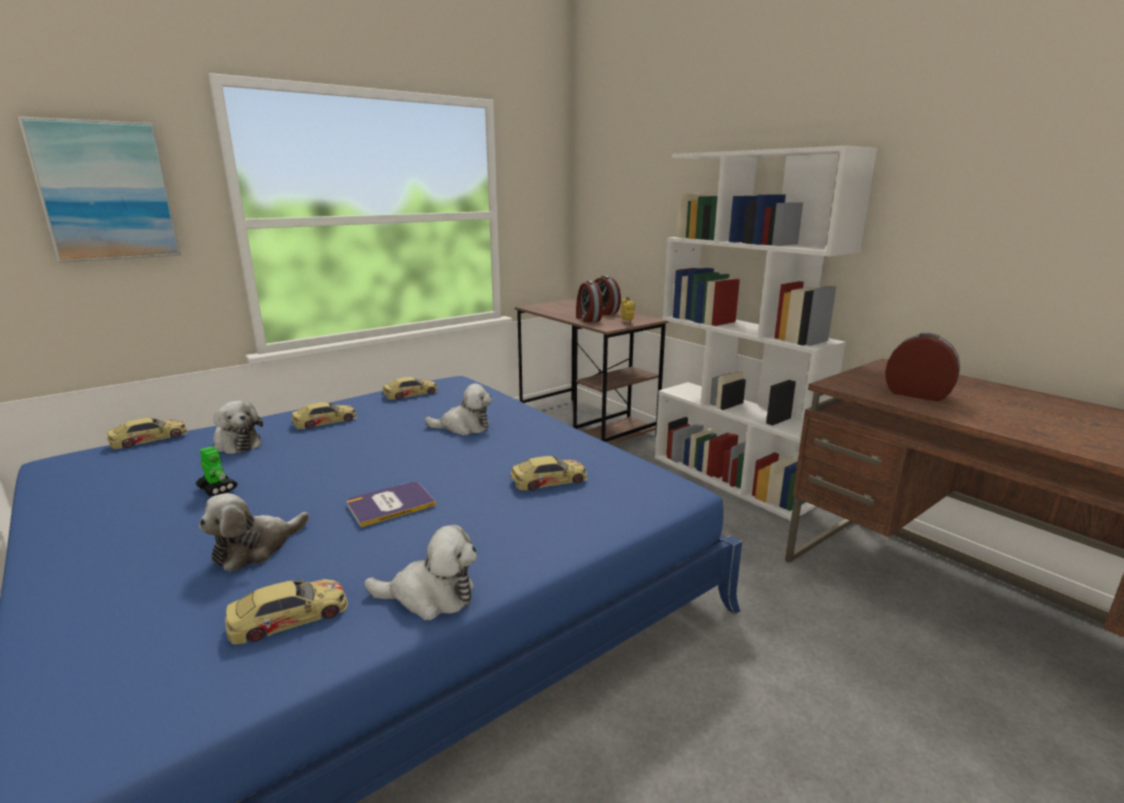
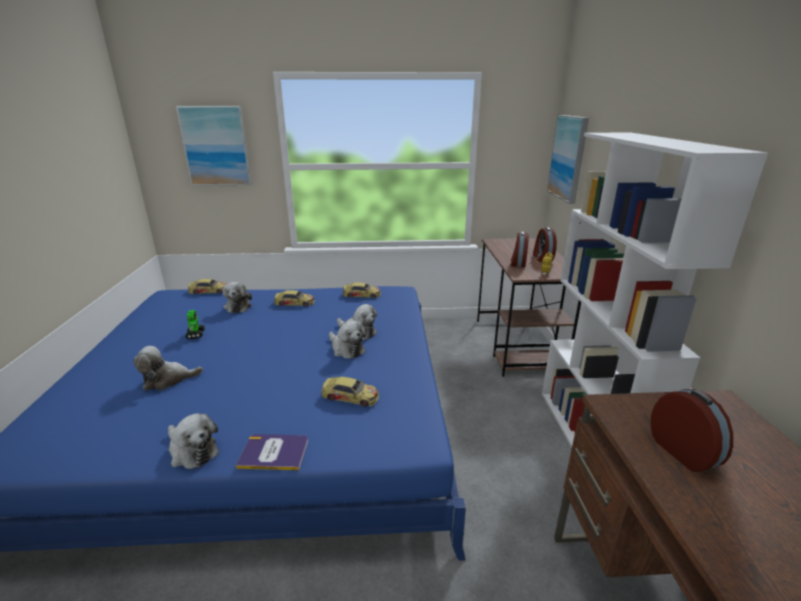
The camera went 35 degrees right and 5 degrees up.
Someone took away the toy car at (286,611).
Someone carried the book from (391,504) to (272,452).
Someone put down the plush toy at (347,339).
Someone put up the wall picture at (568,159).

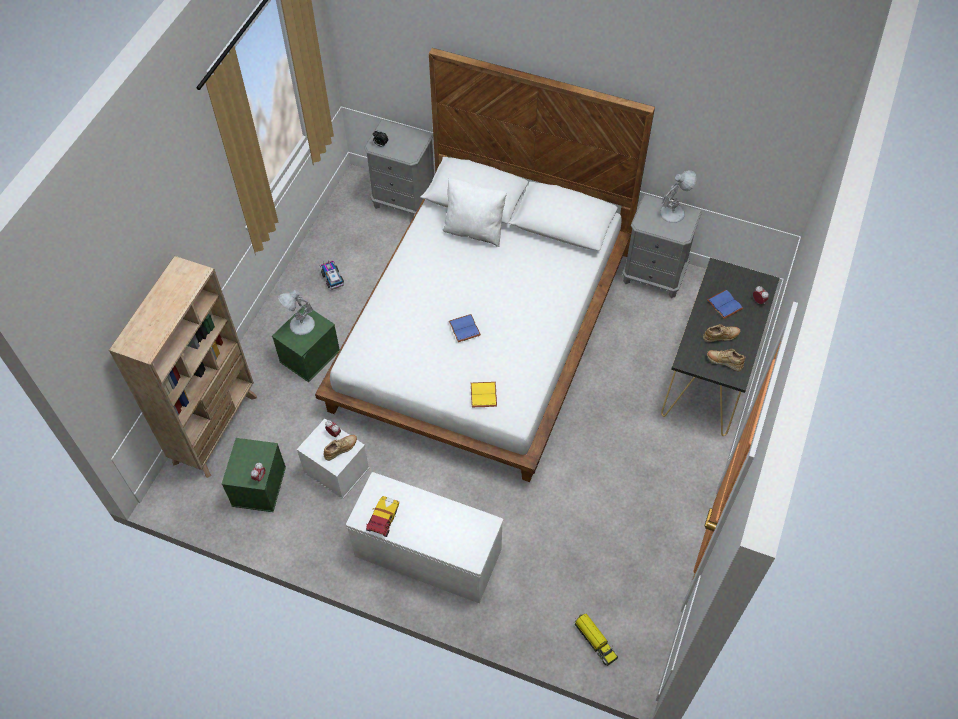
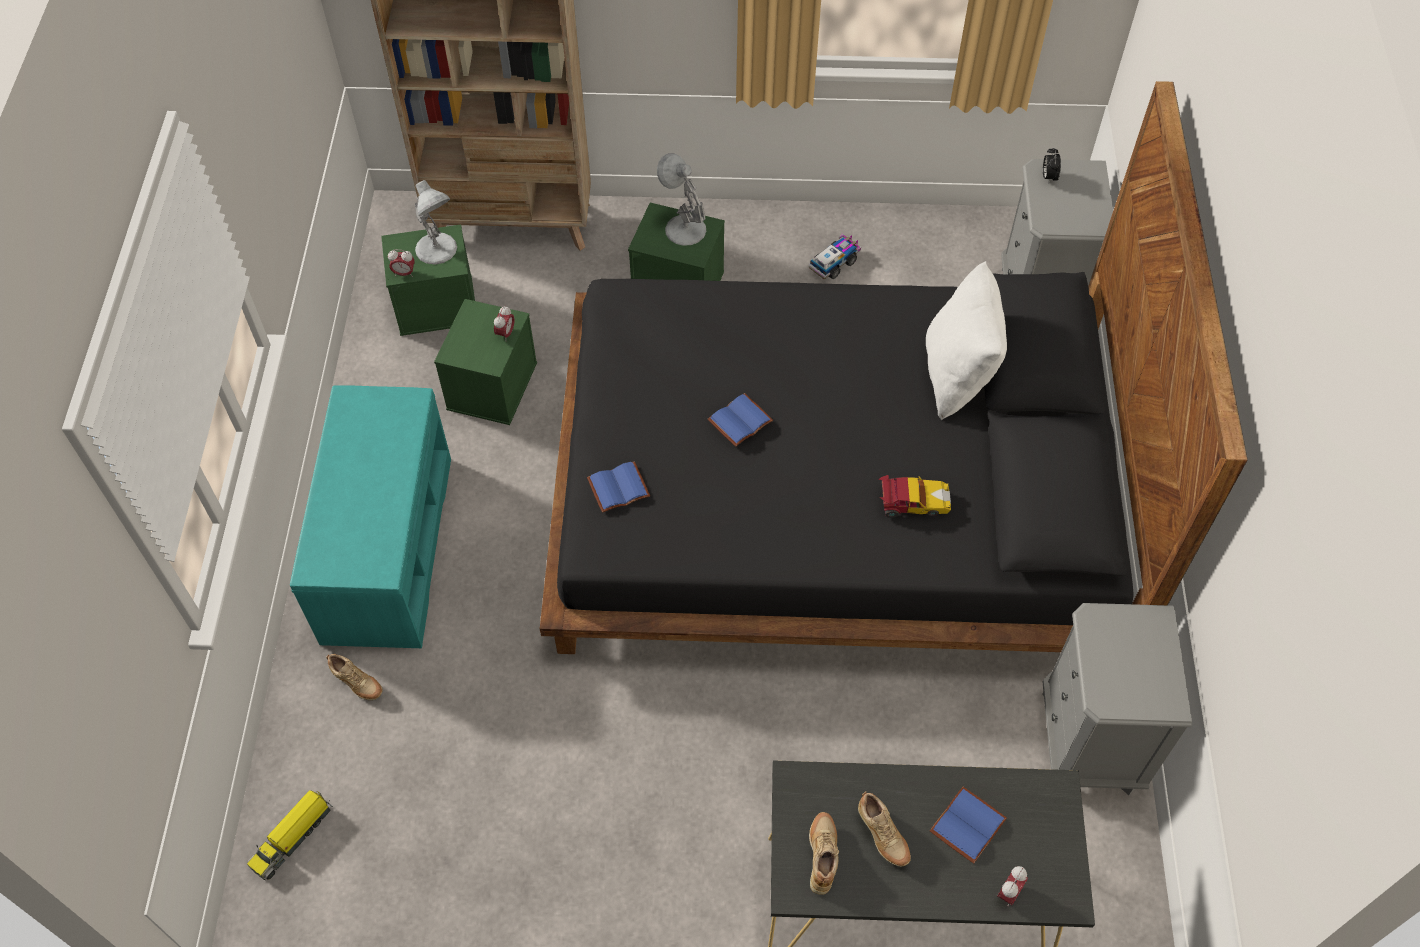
The camera went 70 degrees right and 0 degrees up.
Someone repainted the storage bin (white-coloured) at (333,459), which became the storage bin (greenish) at (485,362).
Someone repainted the bedroom bed (white-coloured) at (485,265), which became the bedroom bed (black-coloured) at (894,367).
Someone carried the item of footwear (beige-coloured) from (340,448) to (354,677).
Someone repainted the long seat (white-coloured) at (424,538), which became the long seat (turquoise) at (370,516).
Someone carried the toy car from (382,516) to (914,496).
Someone repainted the book (yellowish) at (484,394), which became the book (blue-coloured) at (618,487).
Someone carried the tabletop lamp (white-coloured) from (678,196) to (436,222).

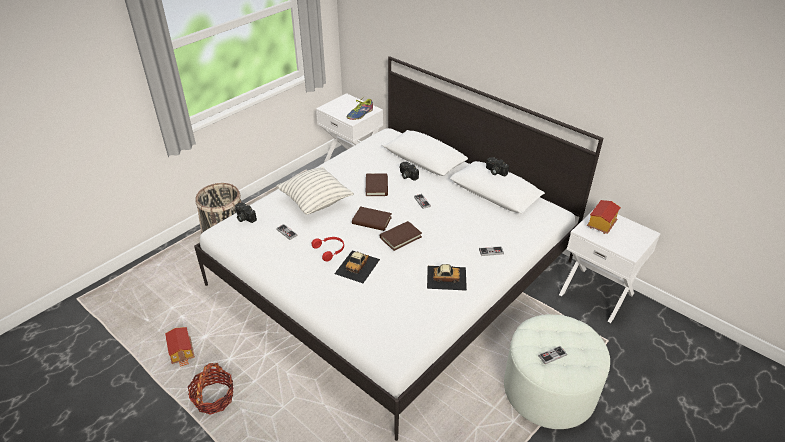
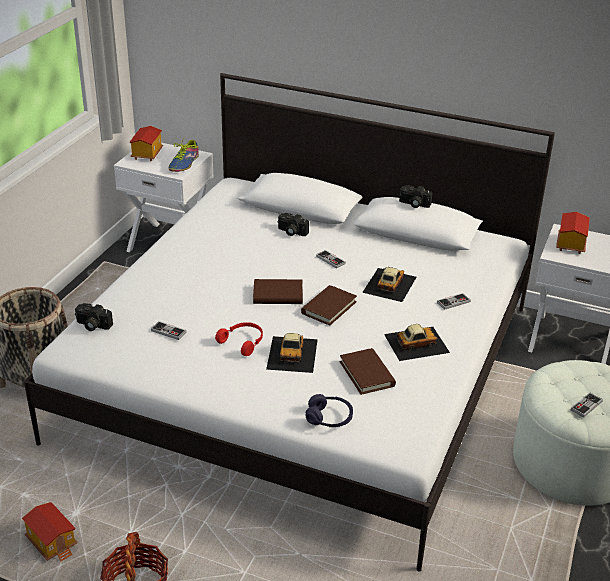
The camera went 20 degrees left and 5 degrees down.
Someone took away the pillow at (315,191).
Someone carried the book (brownish) from (377,184) to (368,371).
Someone put down the model house at (146,143).
Someone put down the headset (purplish) at (329,410).
Someone put down the toy car at (389,284).

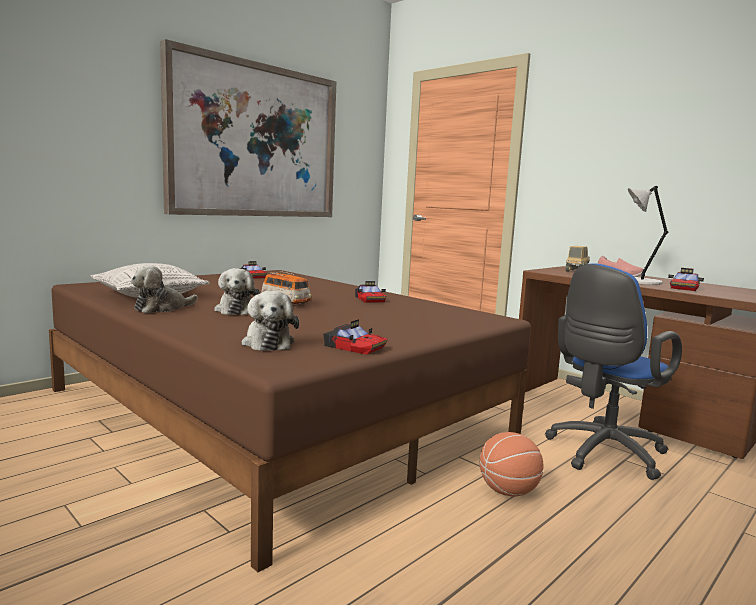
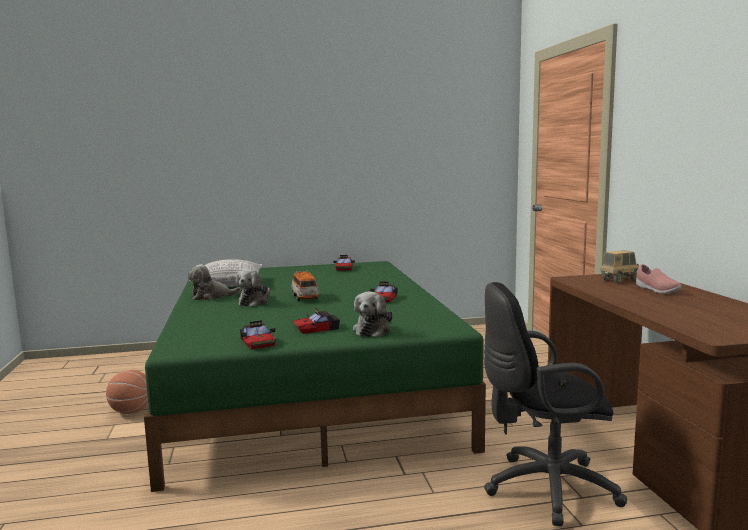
The camera went 35 degrees right and 0 degrees up.
Someone repainted the bedroom bed (brownish) at (290,421), which became the bedroom bed (greenish) at (315,376).
Someone took away the wall picture at (248,128).
Someone carried the plush toy from (270,321) to (373,314).
Someone carried the basketball ball from (511,464) to (127,392).
Someone repainted the office chair (blue-coloured) at (613,371), which became the office chair (black-coloured) at (555,404).
Someone took away the tabletop lamp (greyish) at (648,235).
Someone carried the toy car from (686,279) to (316,321).

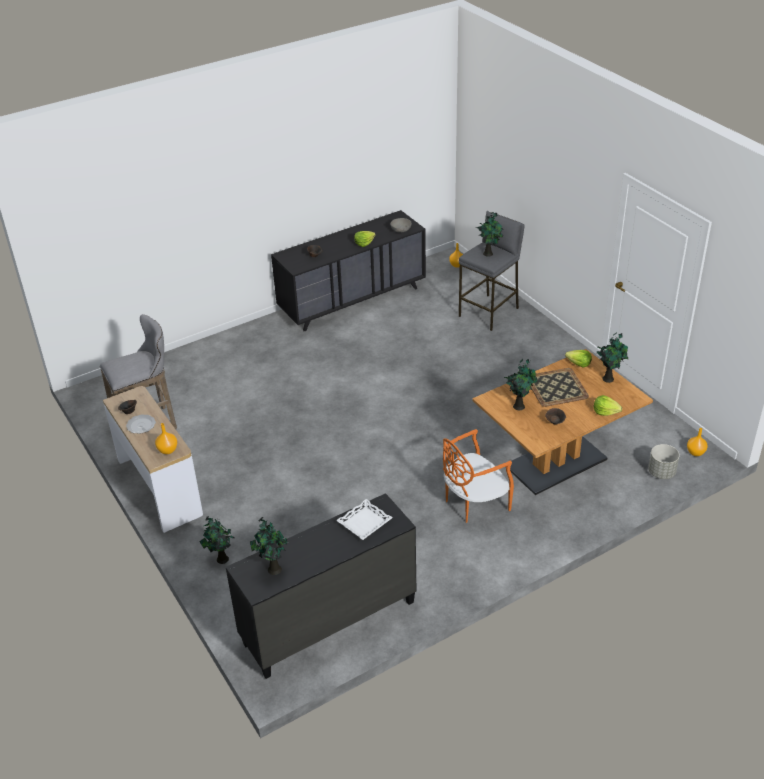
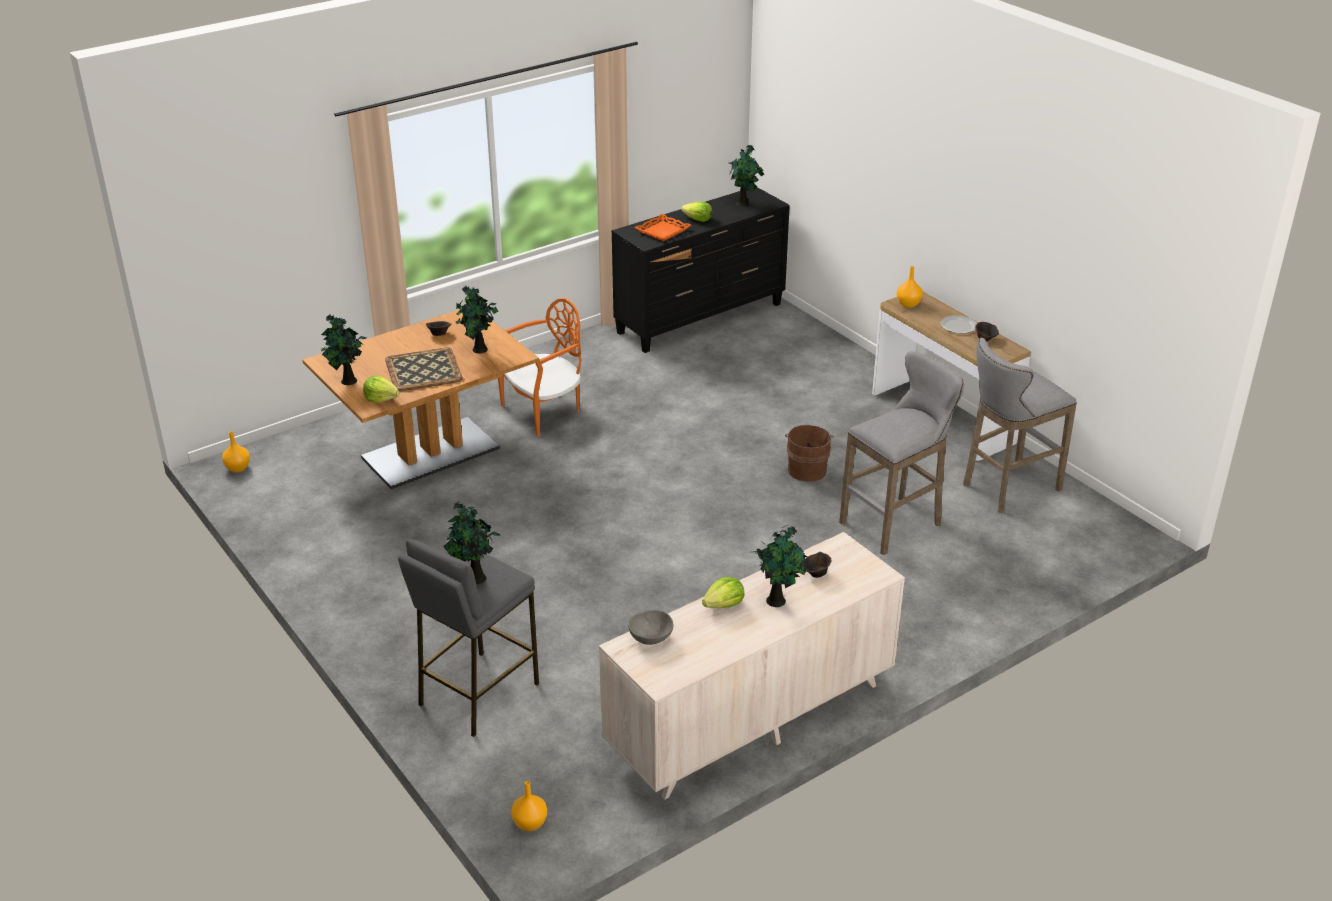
The camera went 175 degrees right and 5 degrees down.
Someone carried the plant in a pot from (217,540) to (780,566).
Someone repainted the drawer chest (black-coloured) at (348,270), which became the drawer chest (beige-coloured) at (752,666).
Someone repainted the tray (white-coloured) at (364,519), which became the tray (orange-coloured) at (663,227).
Someone carried the head of lettuce from (608,405) to (696,212).
Someone took away the planter (greyish) at (664,461).
Someone put down the pail (brownish) at (809,453).
Someone put down the sitting stool (greyish) at (901,453).

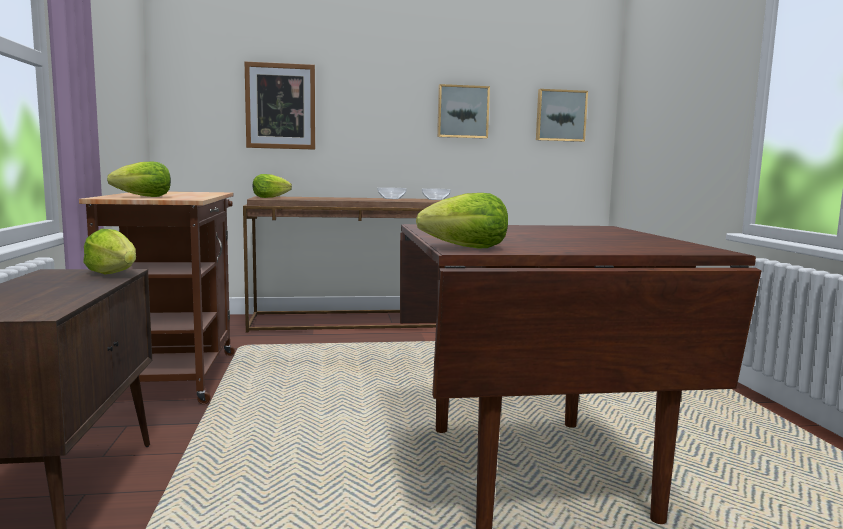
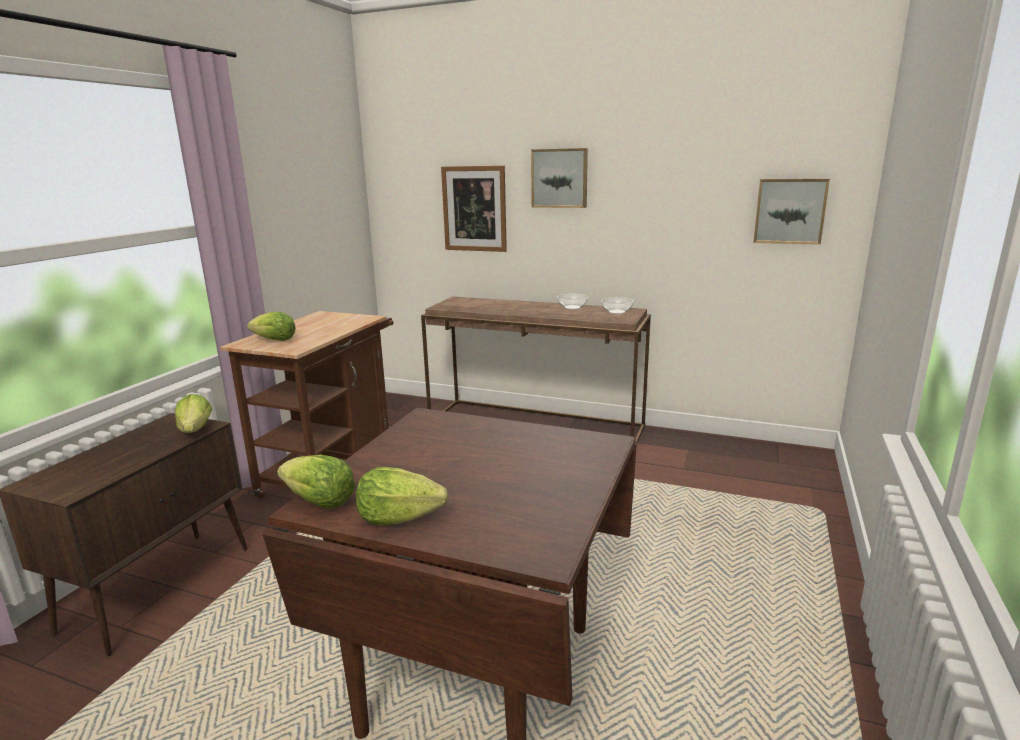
The camera went 30 degrees right and 10 degrees up.
Someone carried the head of lettuce from (272,186) to (402,496).
Someone carried the wall picture from (463,111) to (559,178).

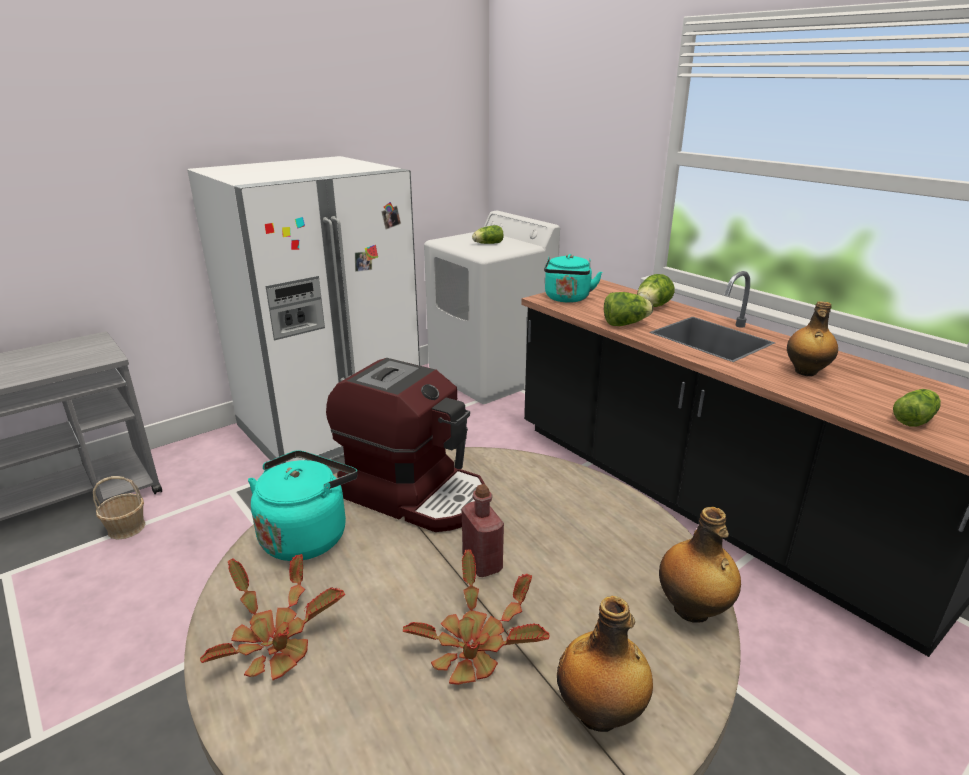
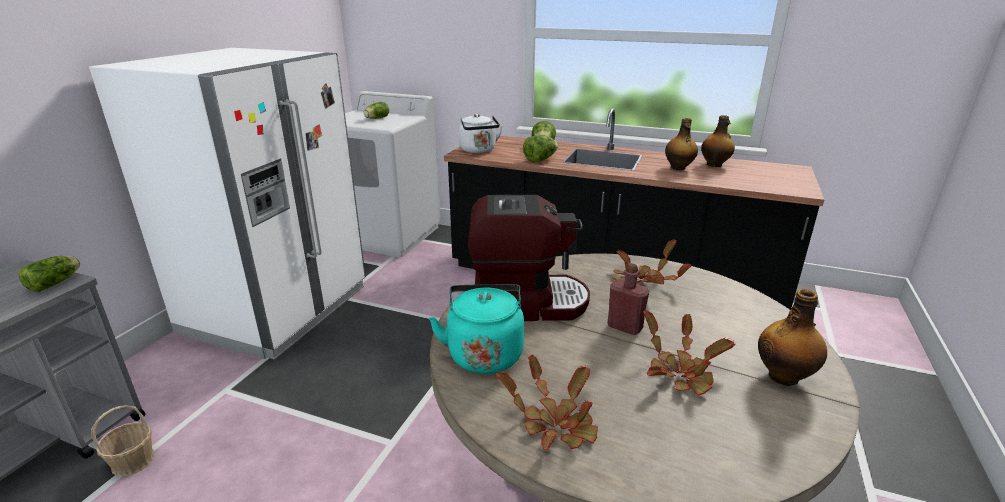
The camera went 30 degrees left and 0 degrees up.
Someone repainted the tea kettle (turquoise) at (573,278), which became the tea kettle (white-coloured) at (481,133).
Someone carried the bottle from (700,565) to (718,141).
Someone carried the head of lettuce from (917,408) to (49,274).
Someone put down the plant in a pot at (652,261).

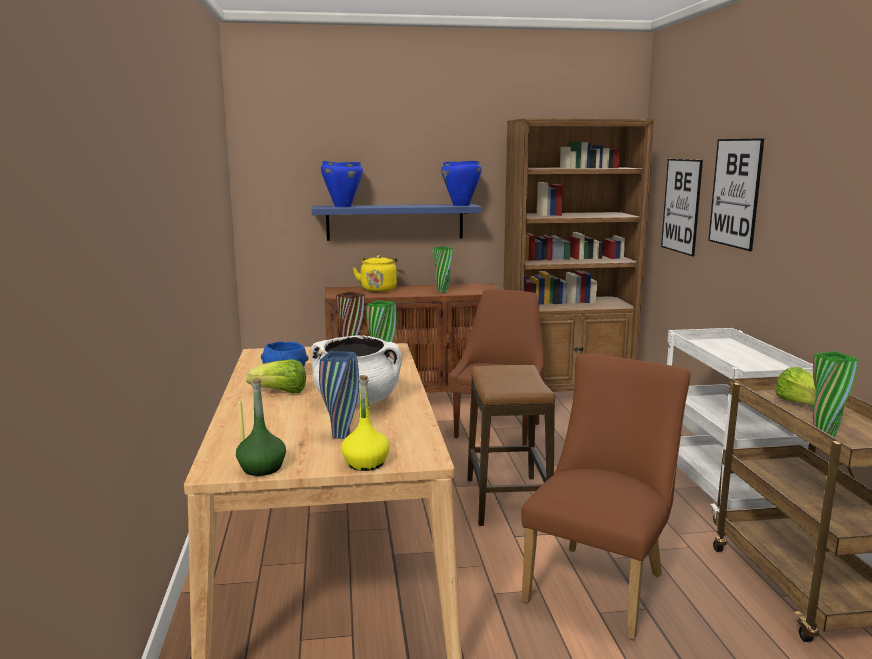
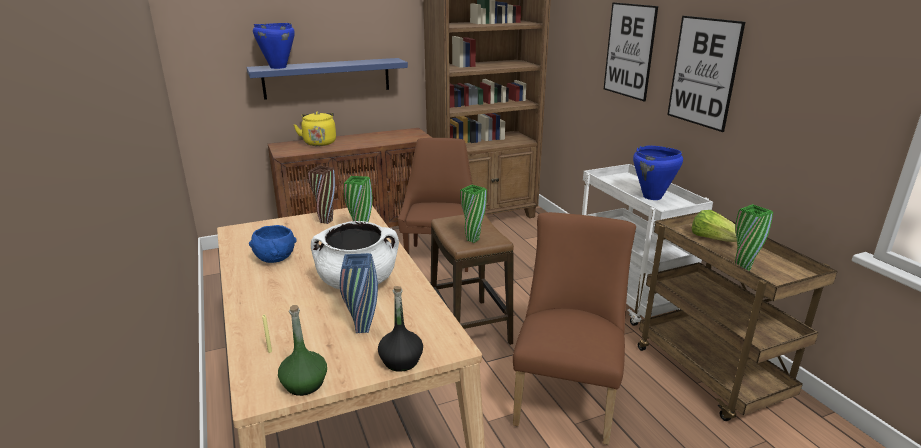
The camera went 15 degrees left and 10 degrees up.
Someone took away the head of lettuce at (276,376).
Someone repainted the bottle (yellowish) at (365,423), which became the bottle (black-coloured) at (400,329).
Someone carried the flower vase (greenish) from (442,269) to (473,214).
Someone carried the stockpot (blue-coloured) from (461,183) to (658,173).
Someone carried the wall picture from (682,207) to (706,74).

